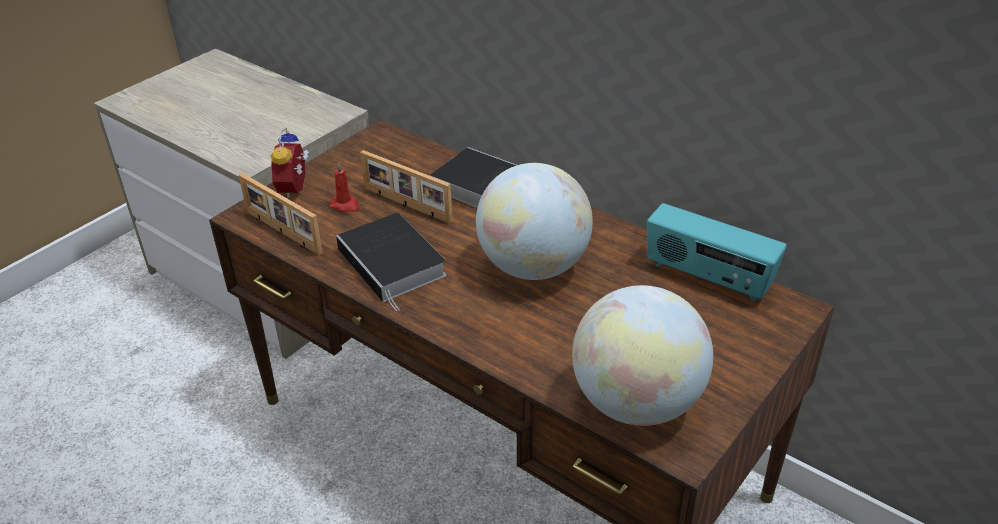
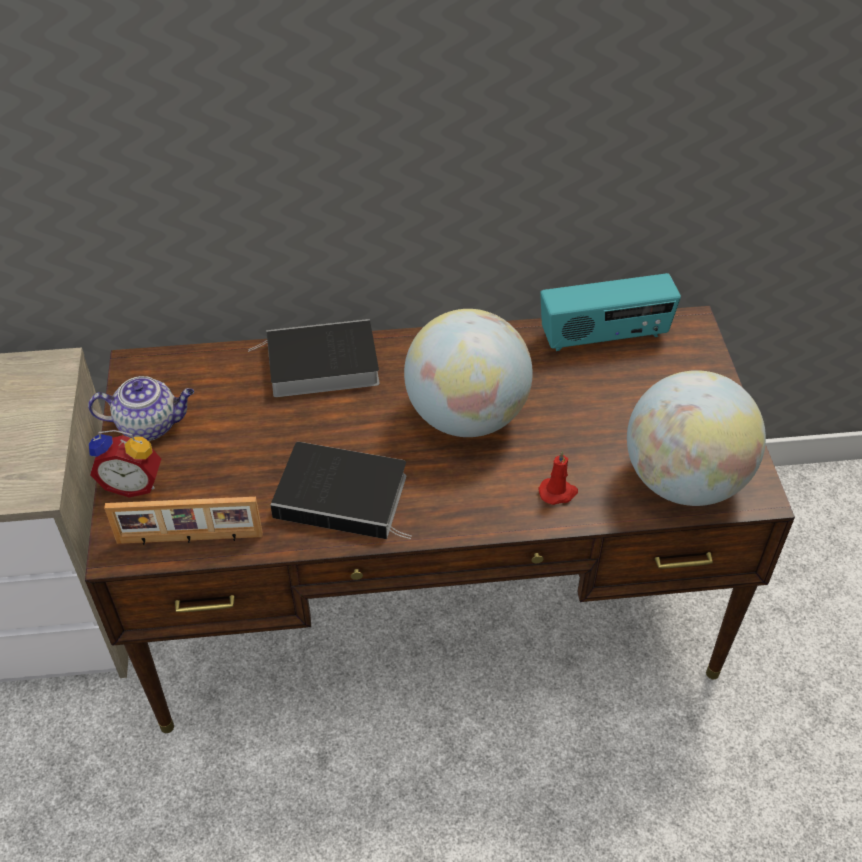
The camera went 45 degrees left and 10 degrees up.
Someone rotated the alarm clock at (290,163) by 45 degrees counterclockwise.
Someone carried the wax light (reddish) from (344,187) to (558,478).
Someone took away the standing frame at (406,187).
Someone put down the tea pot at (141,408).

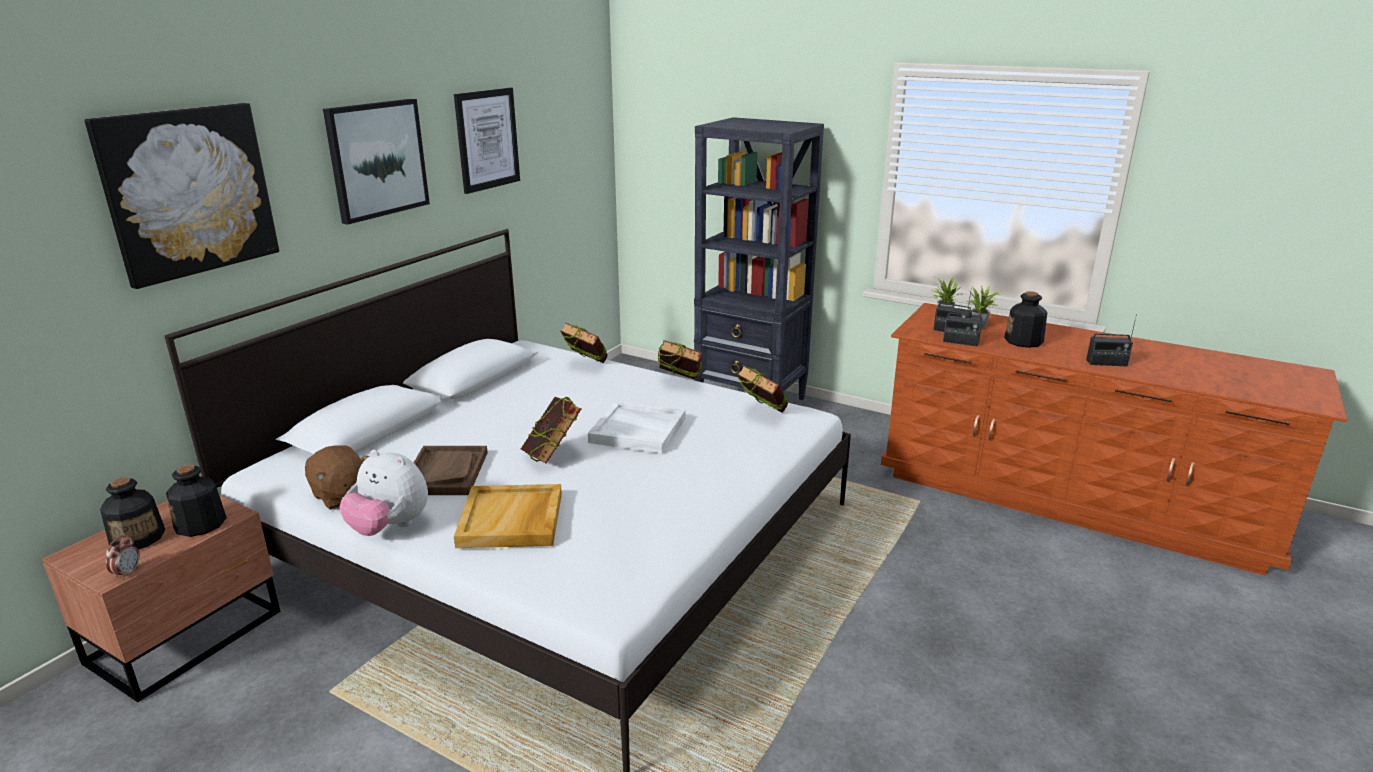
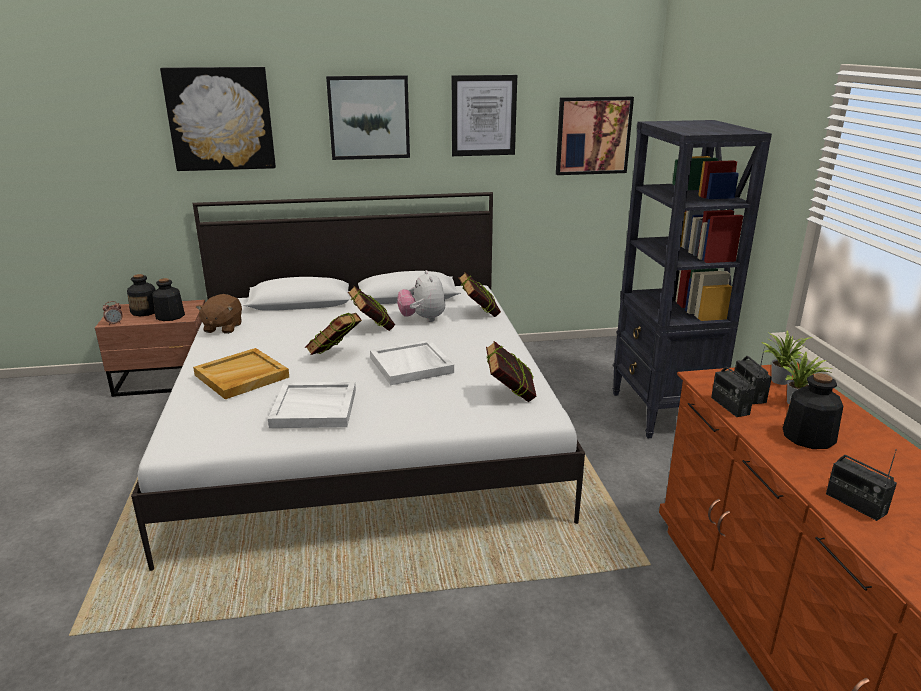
The camera went 50 degrees right and 0 degrees up.
Someone carried the plush toy from (384,493) to (421,296).
Someone took away the tray (brownish) at (451,470).
Someone carried the book from (679,360) to (371,308).
Someone put down the tray (white-coloured) at (312,405).
Someone put up the wall picture at (595,136).

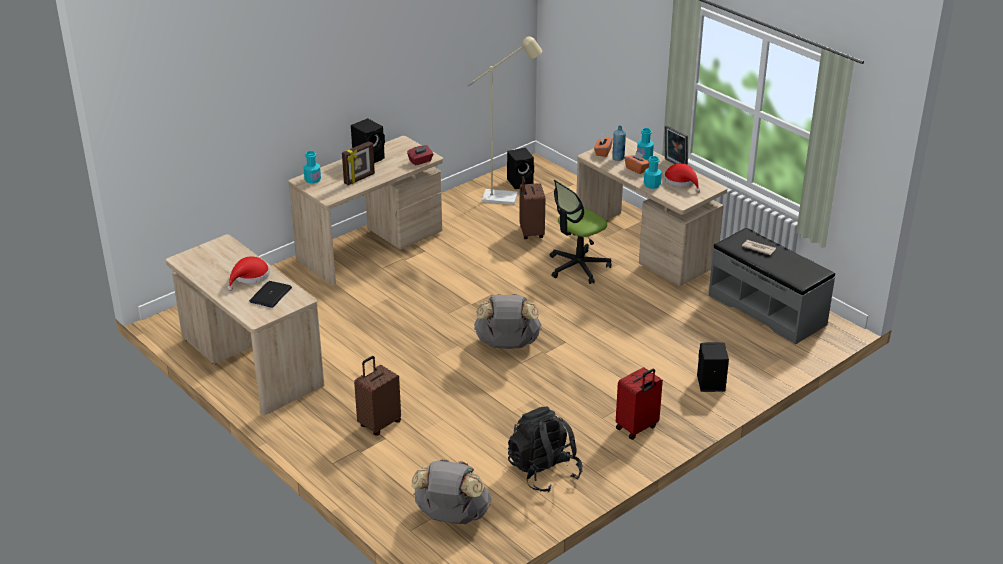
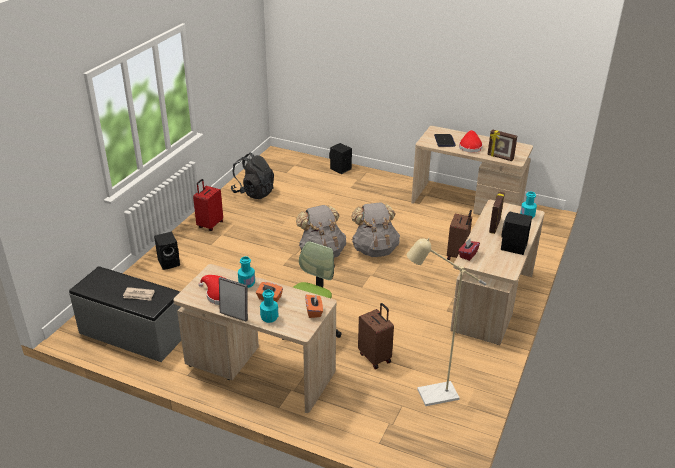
The camera went 155 degrees right and 0 degrees up.
Someone carried the piece of luggage (brownish) from (377,396) to (459,235).
Someone carried the backpack (greyish) from (451,491) to (375,230).
Someone carried the audio speaker (black-coloured) from (520,168) to (340,158).
Someone took away the bottle (blue-coloured) at (619,143).
Someone put down the standing frame at (502,145).

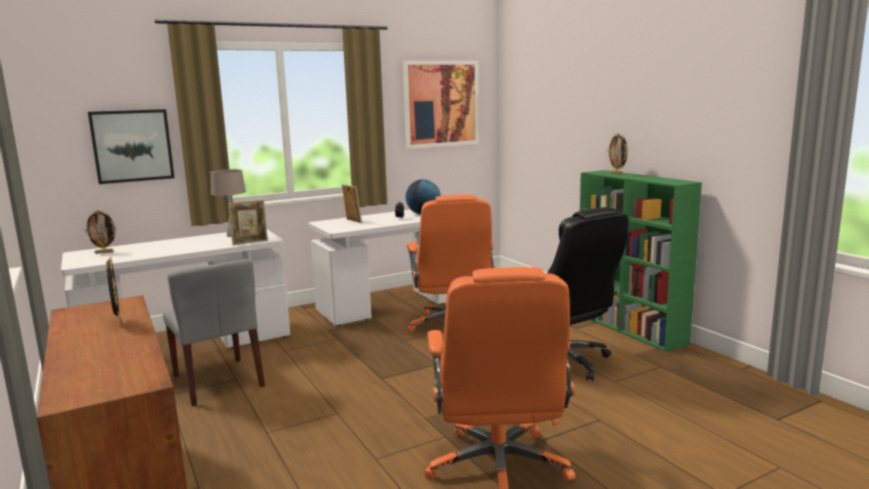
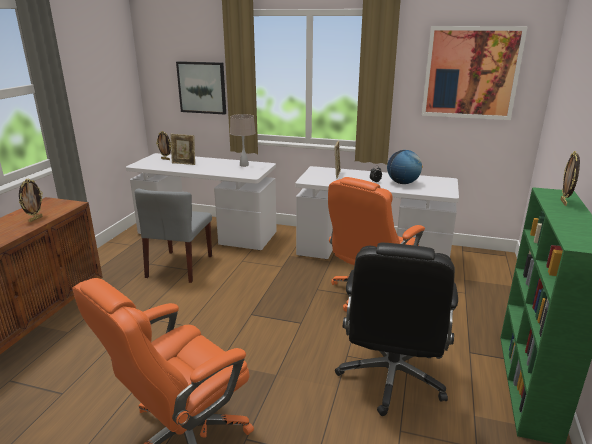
The camera went 45 degrees right and 10 degrees up.
Someone carried the standing frame from (248,222) to (182,149).

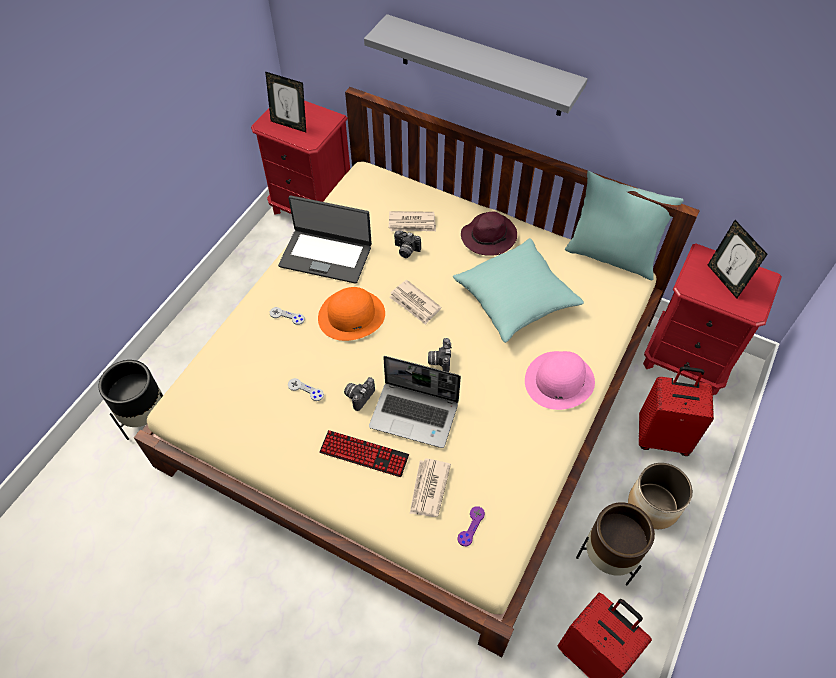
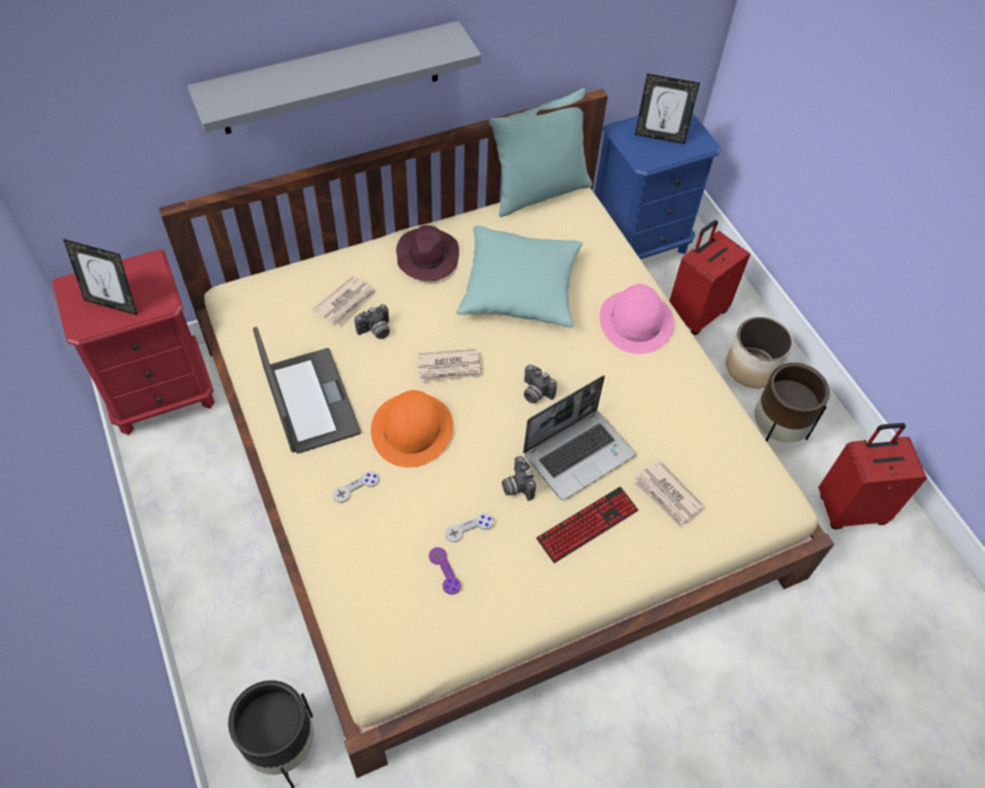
The camera went 55 degrees left and 0 degrees up.
Someone rotated the standing frame at (285,102) by 45 degrees clockwise.
Someone rotated the laptop at (325,239) by 75 degrees counterclockwise.
Someone carried the gamepad (purplish) from (471,526) to (445,571).
Someone repainted the bedside table (reddish) at (712,319), which became the bedside table (blue-coloured) at (657,186).

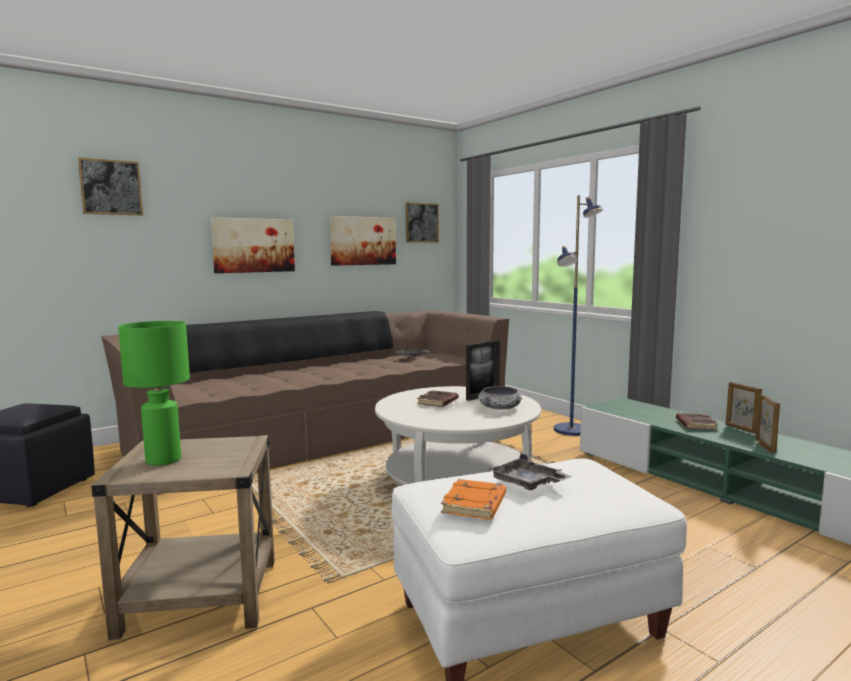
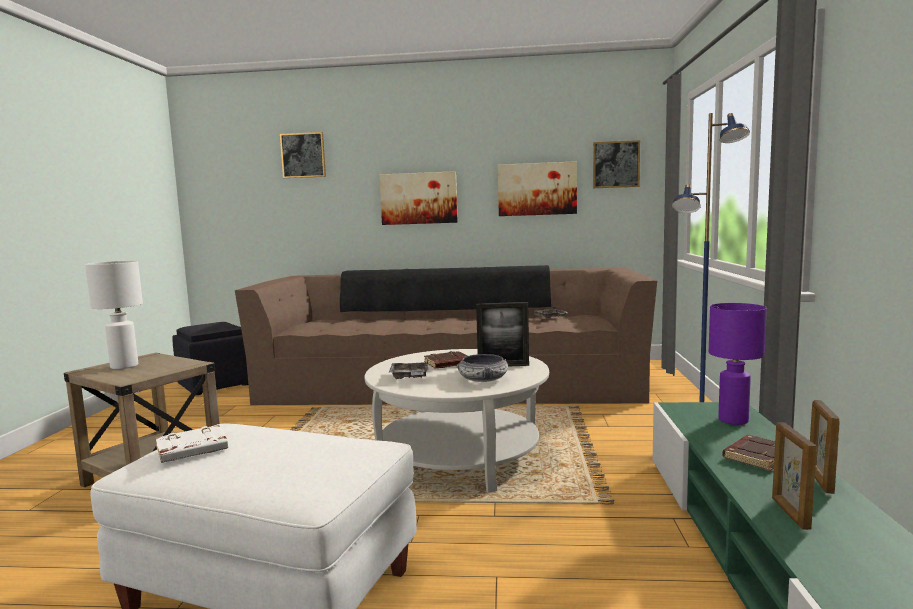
The camera went 40 degrees right and 0 degrees up.
Someone repainted the tabletop lamp (greenish) at (154,393), which became the tabletop lamp (white-coloured) at (114,315).
Someone repainted the book (orange-coloured) at (473,499), which became the book (white-coloured) at (191,444).
Someone carried the tray (greyish) from (529,472) to (408,369).
Someone rotated the standing frame at (767,423) by 135 degrees clockwise.
Someone put down the tabletop lamp (purplish) at (738,364).

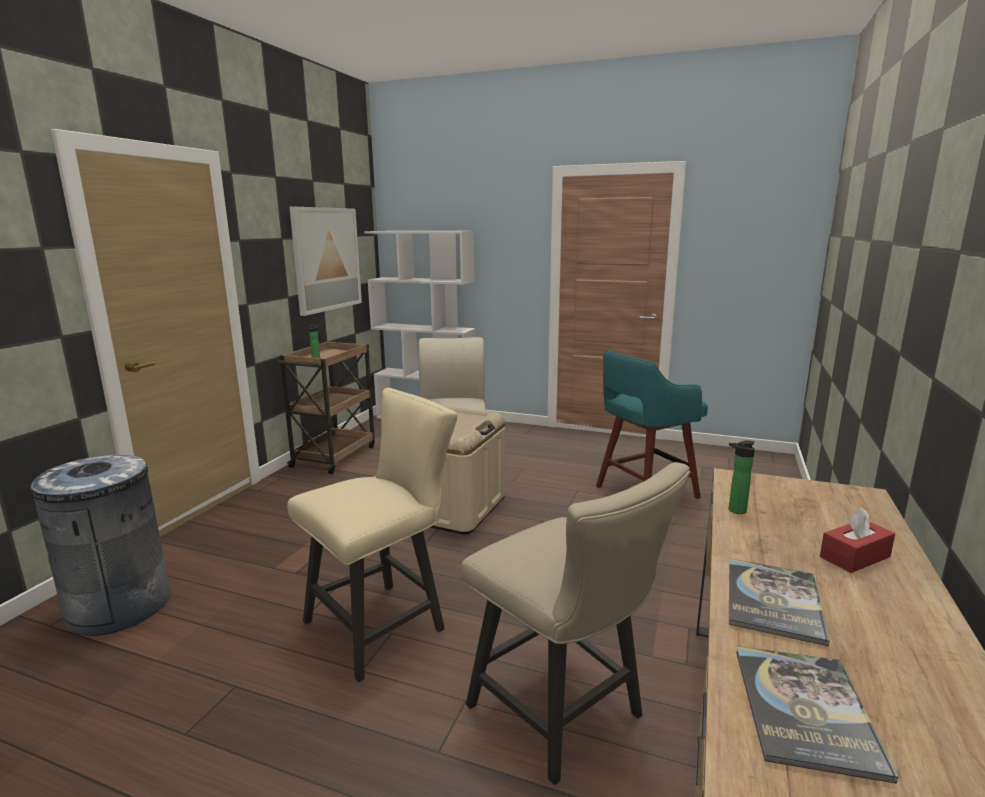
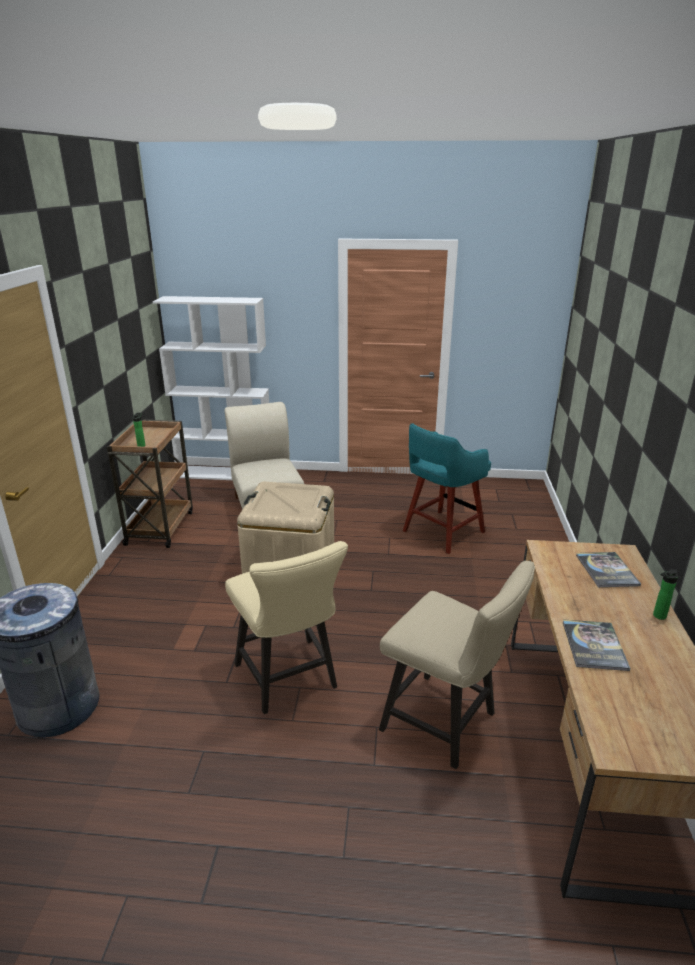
The camera went 15 degrees left and 10 degrees up.
Someone rotated the chair (beige-coloured) at (372,535) by 120 degrees clockwise.
Someone took away the wall picture at (325,261).
Someone carried the bottle from (742,477) to (665,594).
Someone carried the book from (817,715) to (608,569).
Someone took away the tissue holder (reddish) at (857,540).

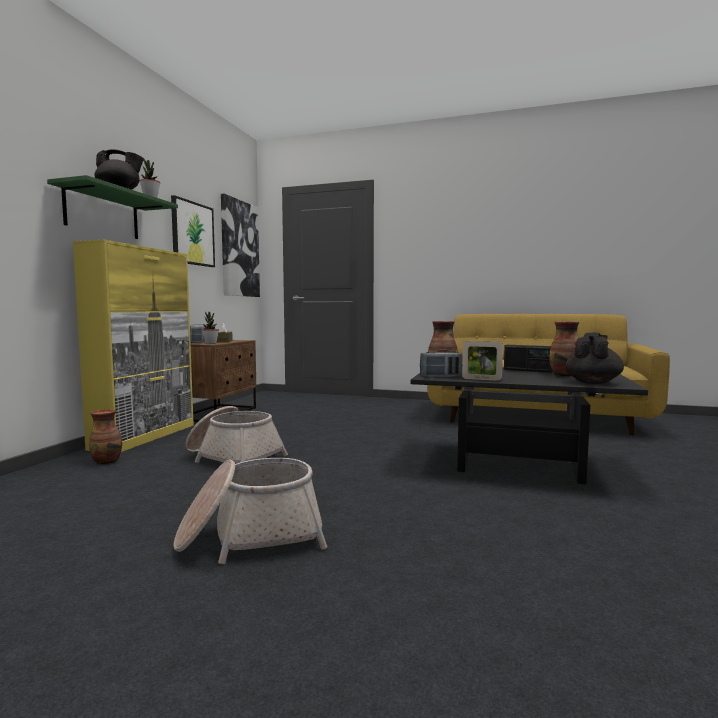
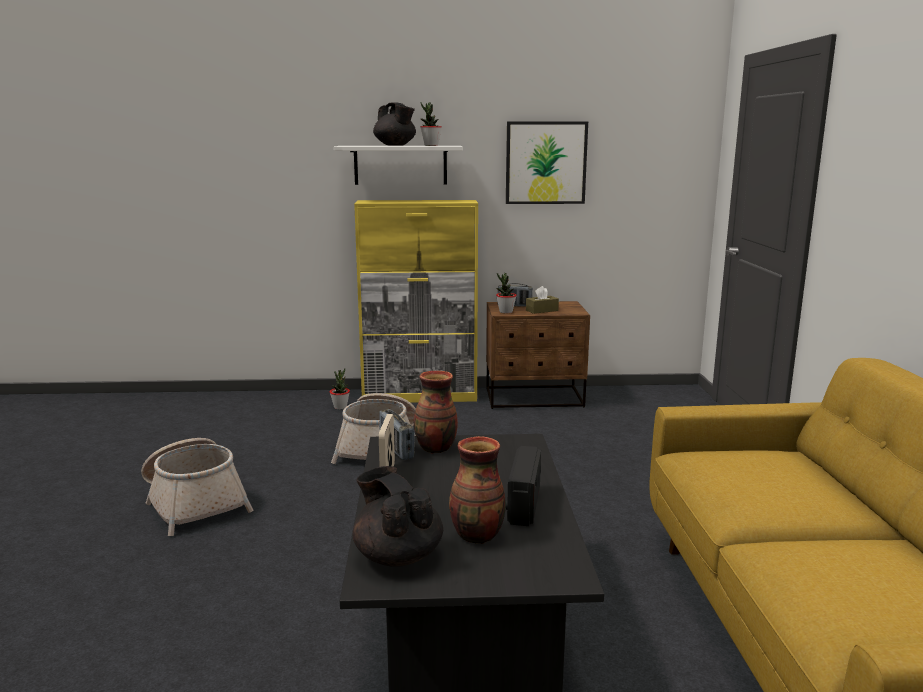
The camera went 70 degrees right and 10 degrees up.
Someone repainted the wall shelf (greenish) at (112,207), which became the wall shelf (white-coloured) at (398,165).
Someone swapped the flower vase at (105,437) for the plant in a pot at (340,388).
Someone took away the wall picture at (240,245).
Someone rotated the tea pot (black-coloured) at (595,358) by 135 degrees counterclockwise.

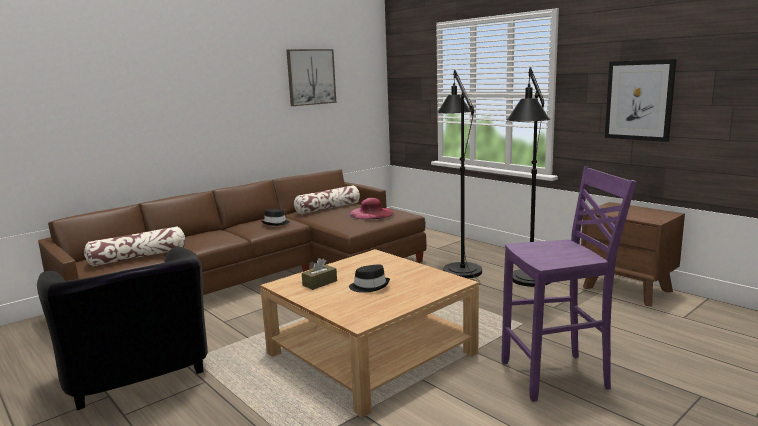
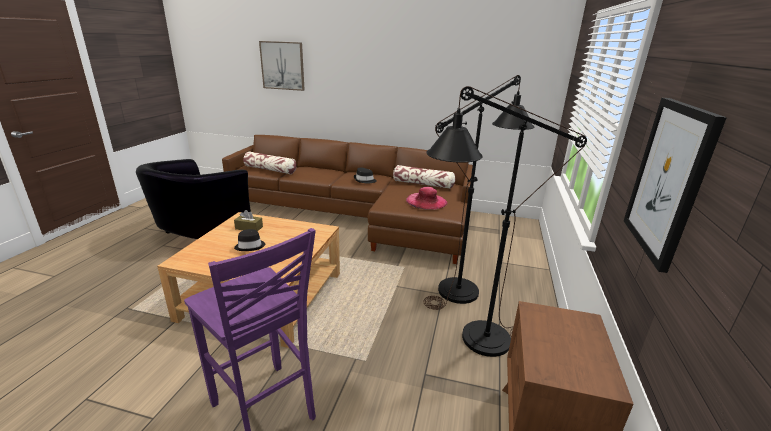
The camera went 55 degrees right and 10 degrees up.
Someone carried the wall picture from (311,77) to (282,66).

